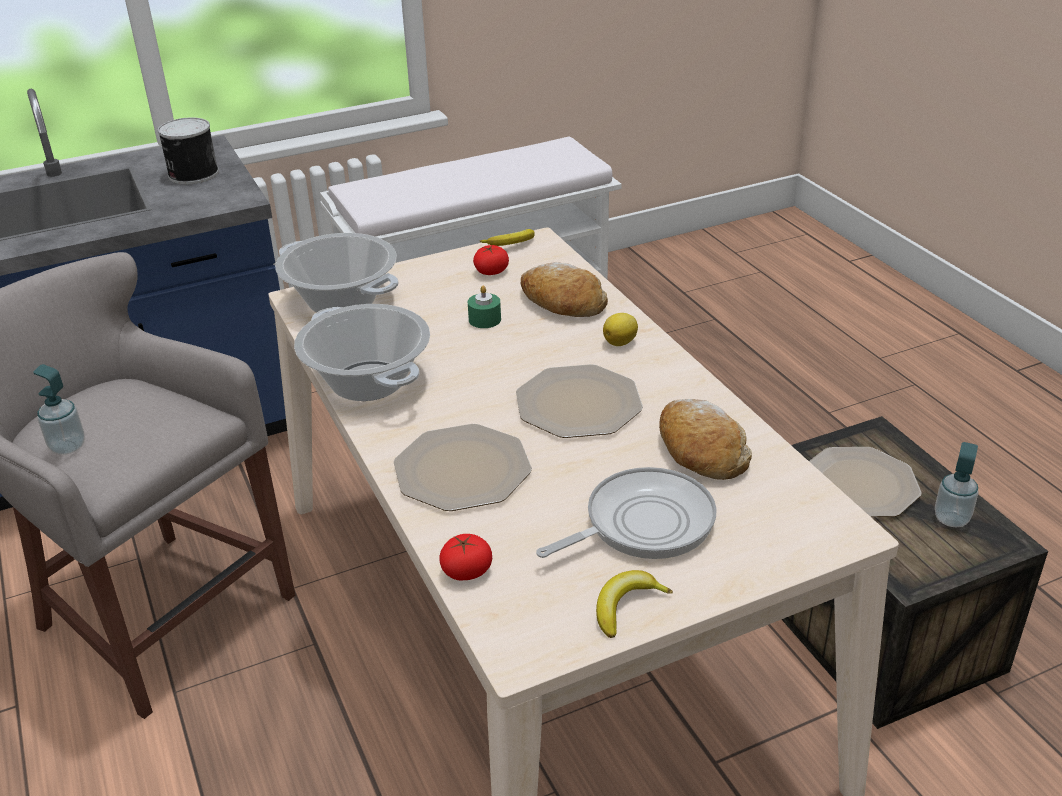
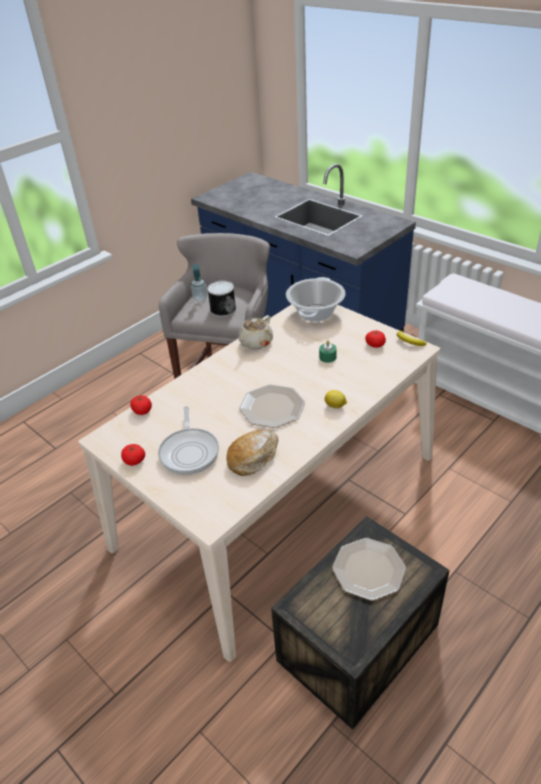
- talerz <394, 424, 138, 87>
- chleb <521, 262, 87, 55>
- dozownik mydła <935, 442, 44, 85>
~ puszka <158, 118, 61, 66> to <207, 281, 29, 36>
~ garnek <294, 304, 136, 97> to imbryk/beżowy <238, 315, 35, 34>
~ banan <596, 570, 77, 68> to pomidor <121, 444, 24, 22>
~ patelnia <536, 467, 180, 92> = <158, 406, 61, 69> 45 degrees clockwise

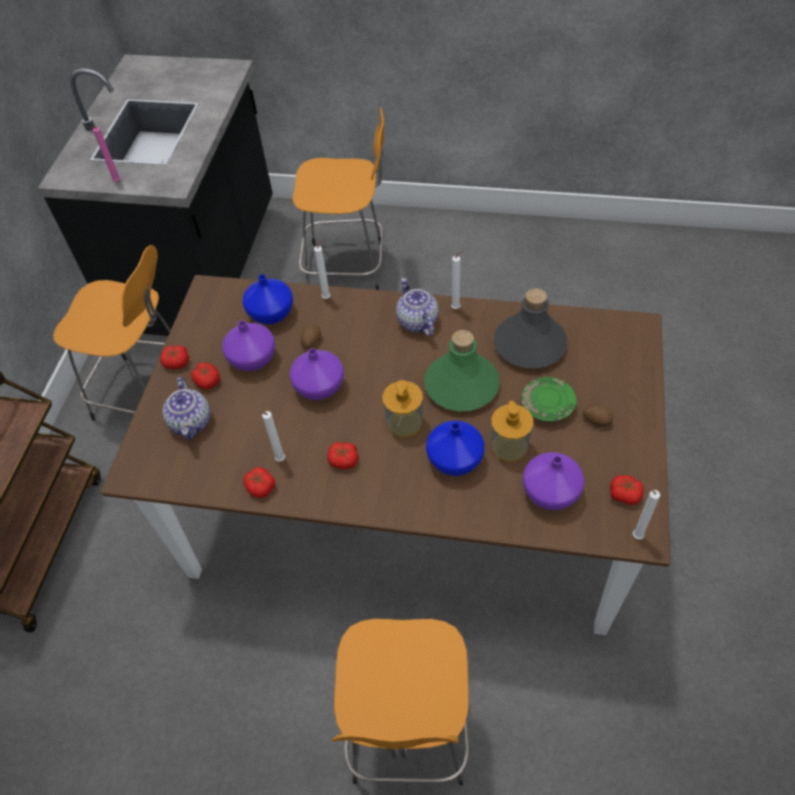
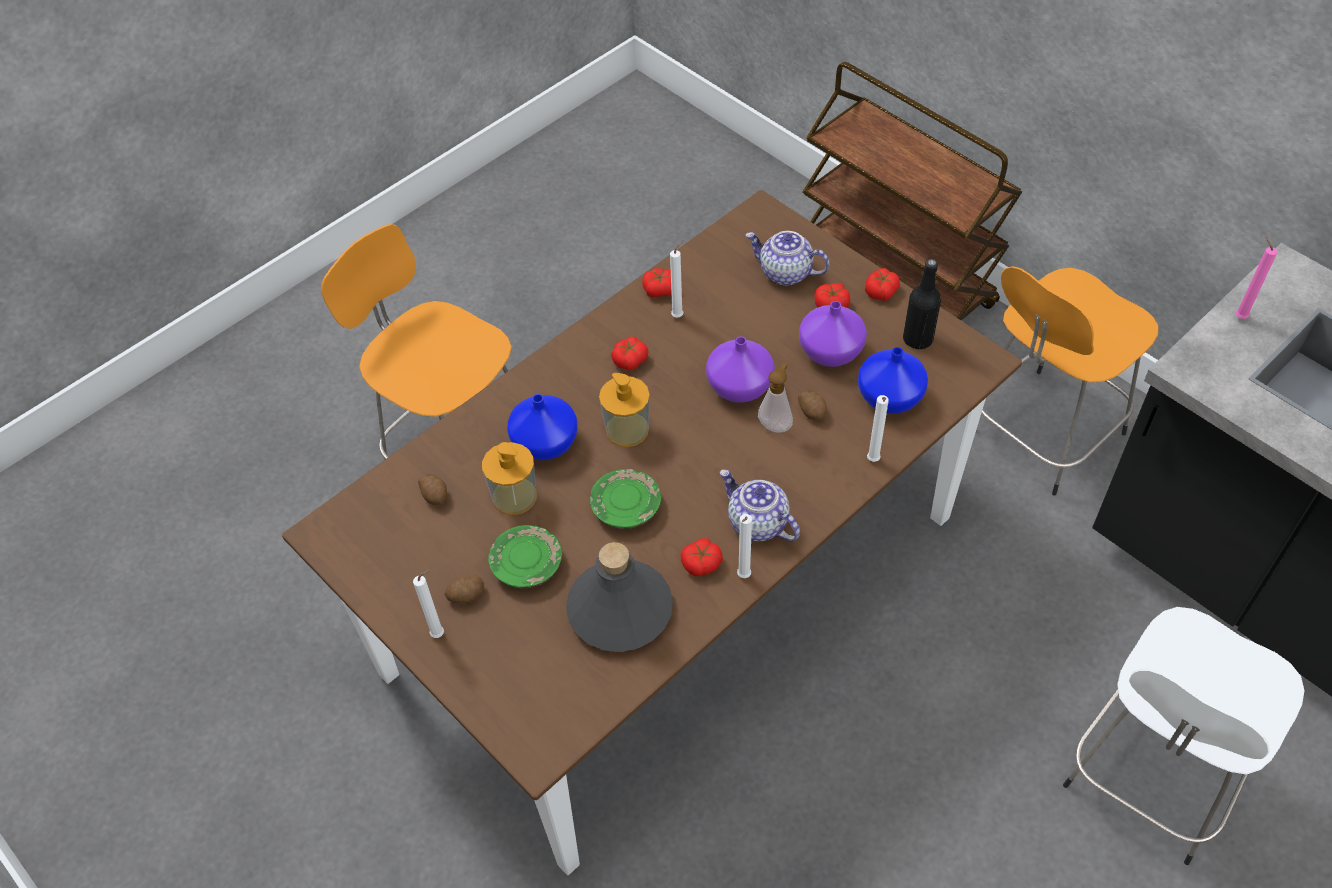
+ dozownik mydła <758, 363, 35, 70>
+ butelka/czarny <903, 259, 38, 90>
~ pomidor <610, 475, 34, 30> to <681, 538, 42, 38>
~ świeca/biały <632, 484, 28, 56> to <413, 570, 31, 68>
~ butelka/zielony <424, 330, 76, 81> to talerz/zielony <590, 469, 71, 60>
~ wazon/fioletowy <523, 452, 61, 58> to ziemniak <418, 474, 29, 31>
~ stołek/pomarańczowy <292, 107, 92, 183> to stołek/biały <1063, 607, 241, 258>
~ imbryk <396, 278, 43, 58> = <720, 469, 80, 72> 150 degrees counterclockwise

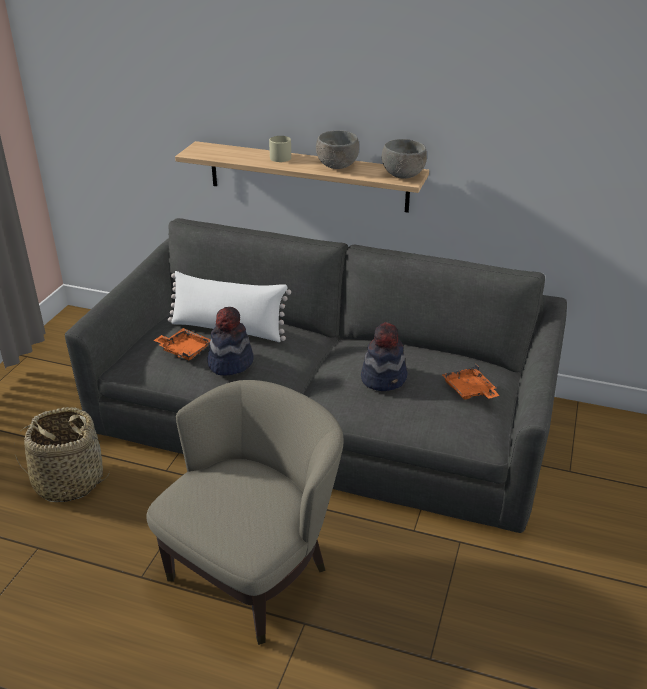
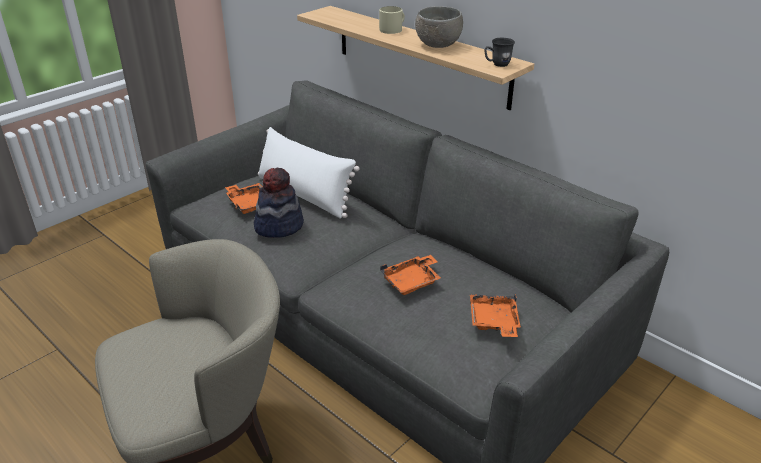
- koszyk <14, 407, 96, 95>
~ kapelusz <361, 322, 47, 69> to taca/pomarańczowy <380, 255, 61, 40>
~ miska/szary <382, 139, 45, 40> to kubek/szary <485, 38, 30, 29>

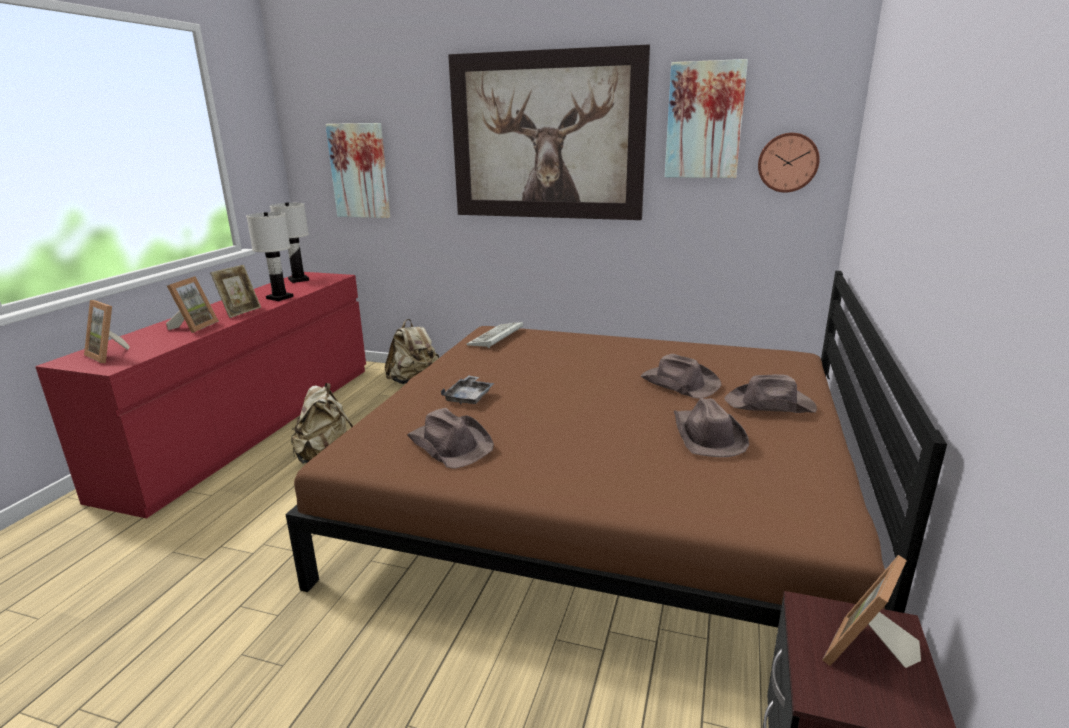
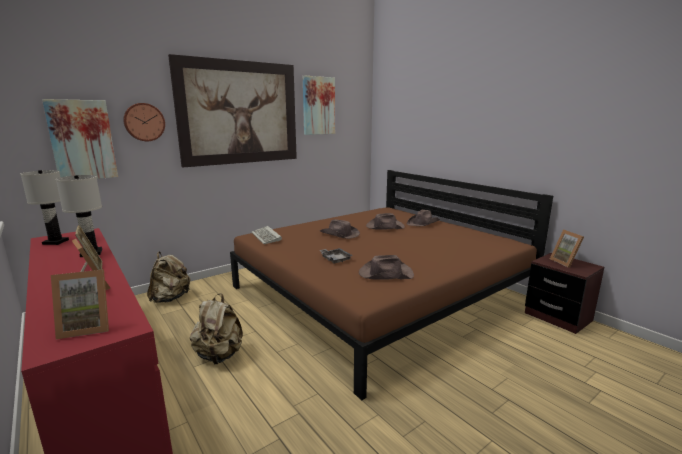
~ kapelusz/brązowy <674, 398, 75, 59> to <320, 219, 40, 20>
~ zegar ścienny <758, 133, 62, 60> to <123, 103, 42, 38>

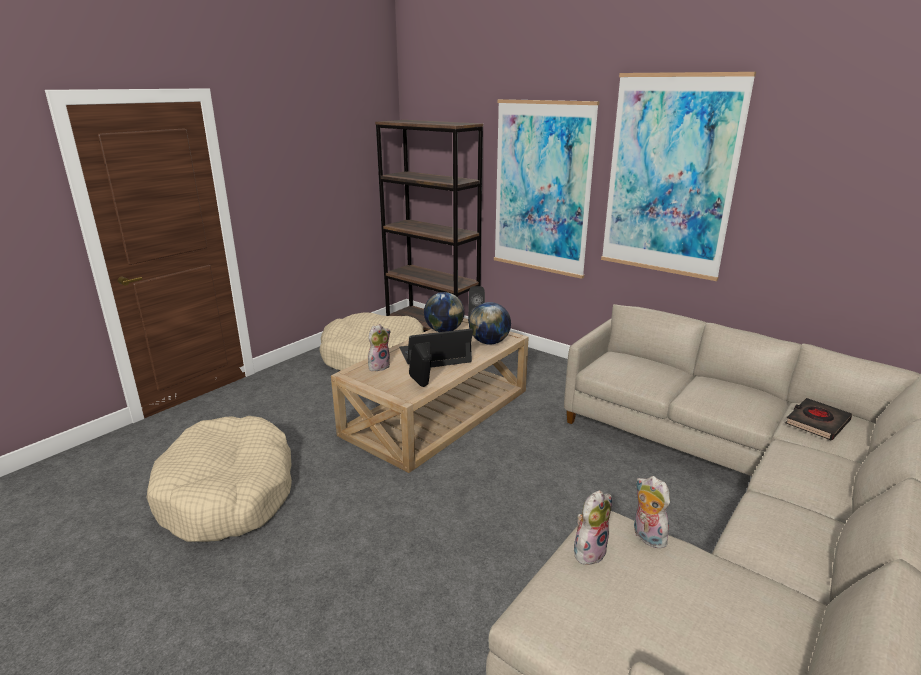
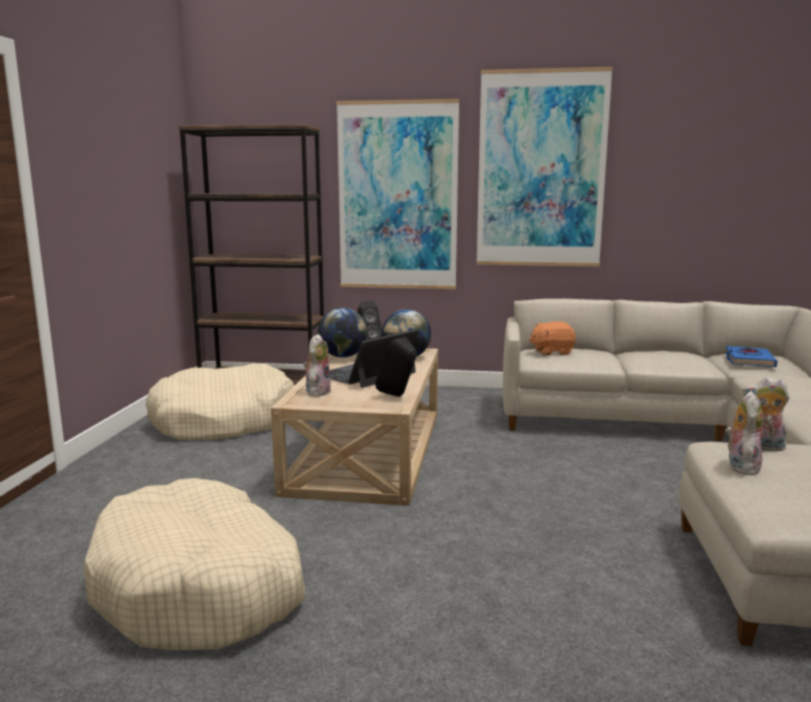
+ pluszak/pomarańczowy <529, 322, 47, 34>
~ książka/czarny <785, 398, 67, 42> to książka/niebieski <725, 346, 53, 21>

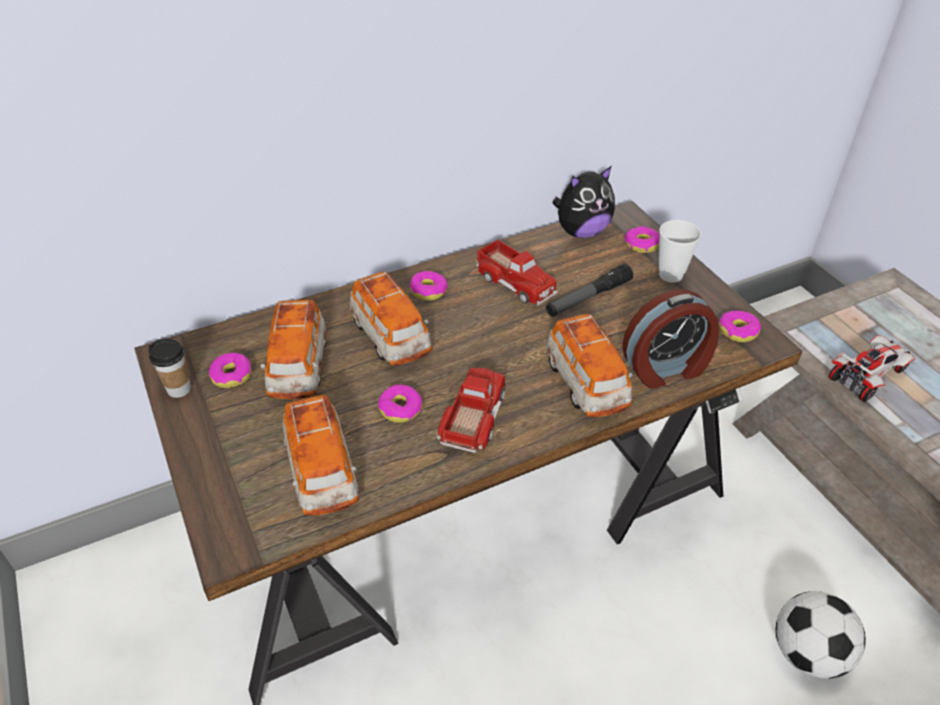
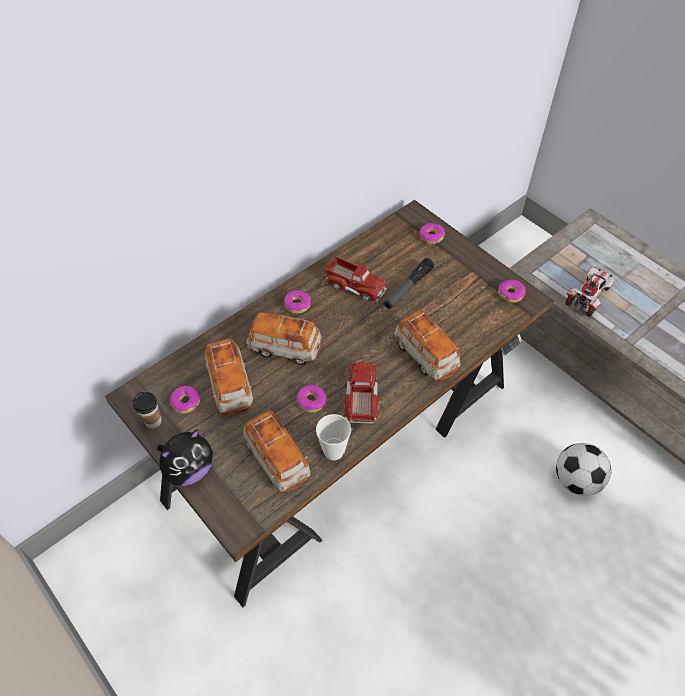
- budzik <622, 289, 97, 100>
~ pluszak <553, 166, 62, 72> to <157, 429, 56, 57>
~ filiżanka <659, 220, 42, 63> to <316, 414, 35, 46>
~ samochodzik <350, 271, 82, 94> = <246, 312, 77, 53> 150 degrees clockwise

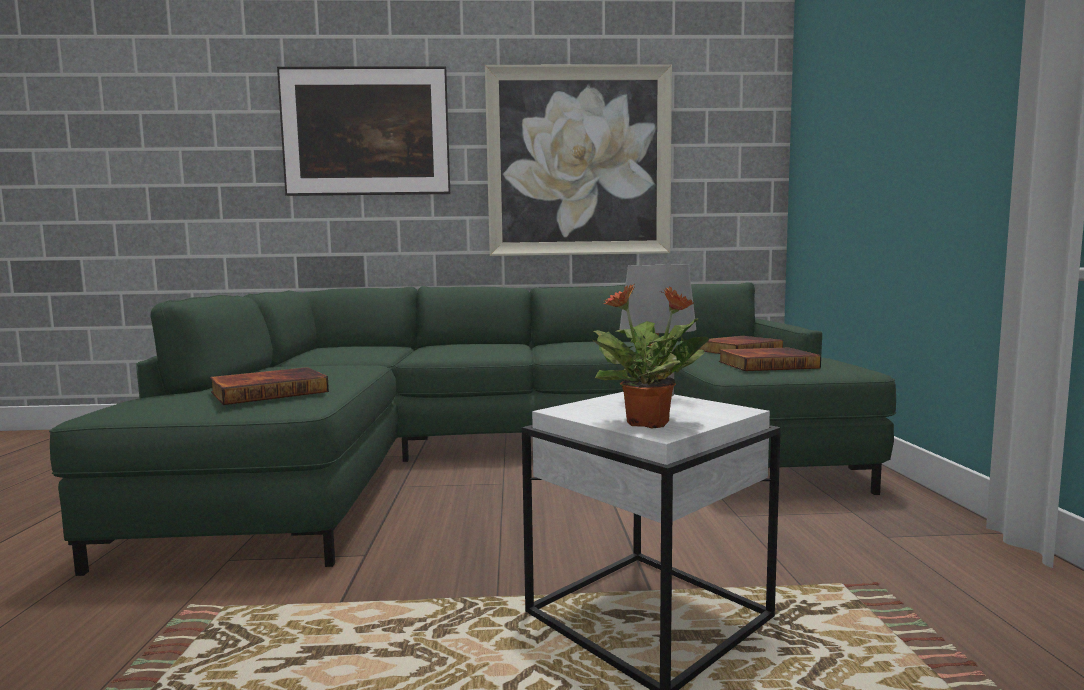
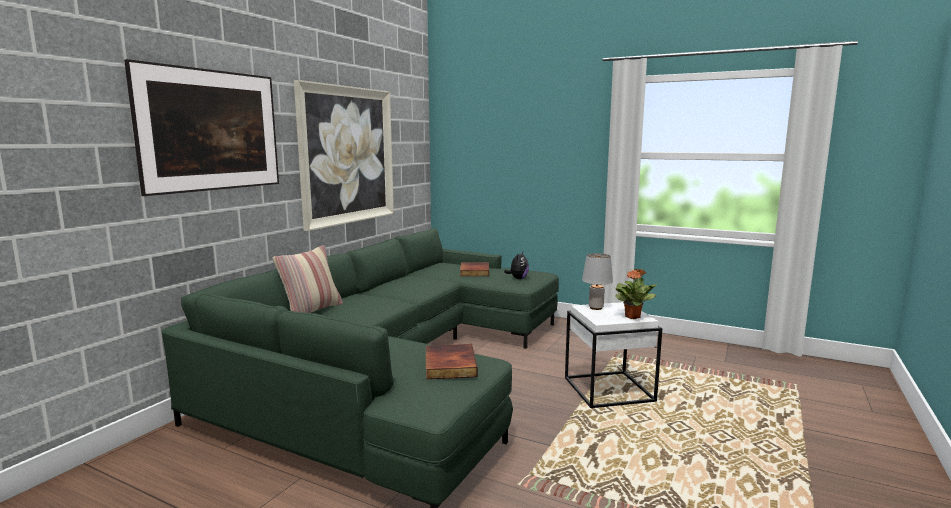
+ poduszka <273, 245, 70, 68>
~ książka <719, 347, 102, 24> to pluszak <504, 252, 25, 27>

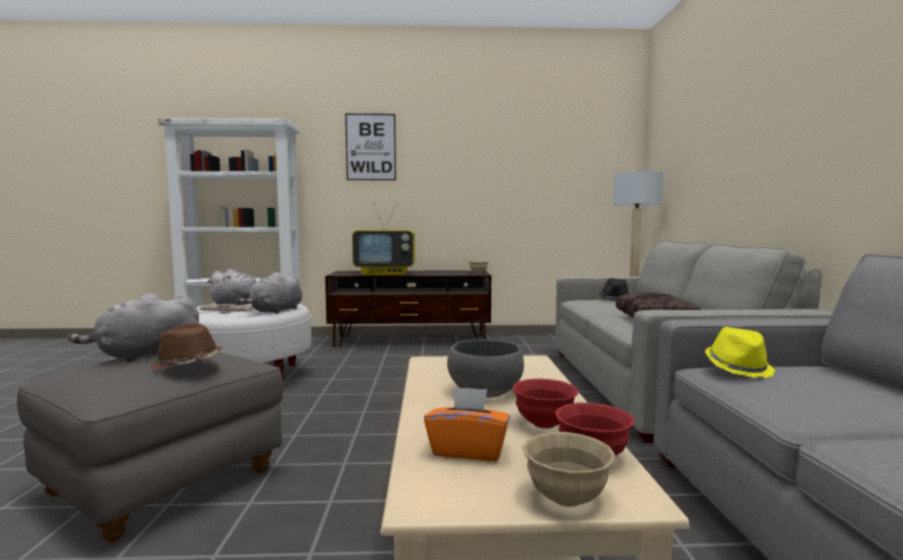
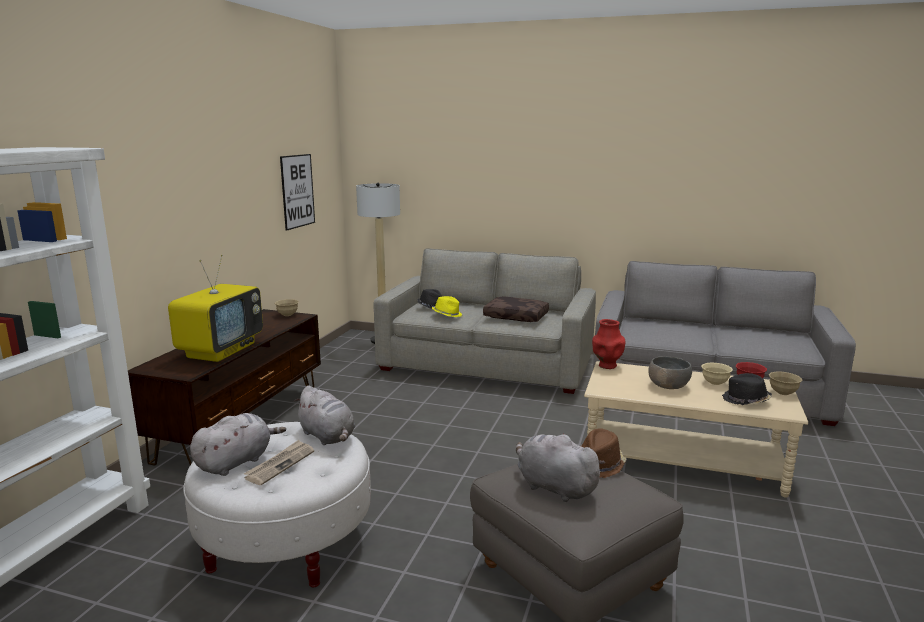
+ wazon/czerwony <592, 319, 33, 50>
~ obraz <345, 114, 51, 66> to <280, 154, 35, 76>
~ kapelusz/żółty <705, 327, 70, 51> to <432, 296, 30, 21>
~ pudełko chusteczek/pomarańczowy <424, 387, 86, 74> to kapelusz/czarny <722, 373, 50, 32>
~ miska/czerwony <512, 379, 66, 50> to miska/beżowy <701, 363, 32, 22>
~ pluszak/szary <68, 293, 131, 69> = <516, 433, 89, 69> 150 degrees clockwise

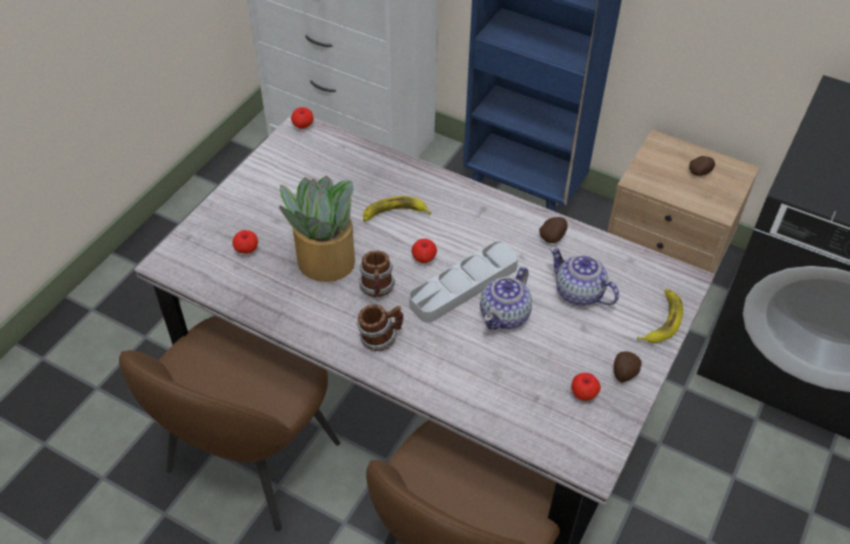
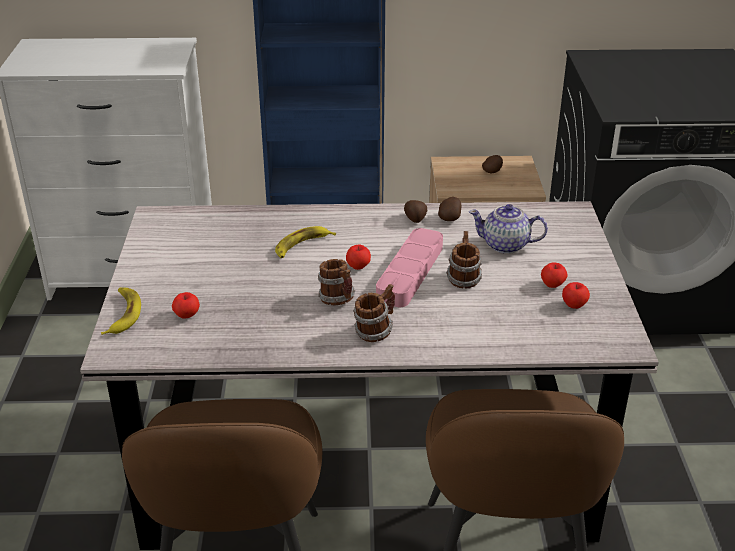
- roślina doniczkowa <279, 176, 76, 106>
~ jabłko <291, 107, 23, 22> to <541, 262, 26, 26>
~ ziemniak <614, 351, 28, 32> to <404, 200, 23, 23>
~ banan <637, 289, 46, 54> to <101, 287, 40, 48>
~ imbryk <480, 267, 52, 63> to kubek <446, 231, 36, 58>
~ taca/szary <410, 241, 108, 82> to taca/różowy <376, 228, 67, 79>

